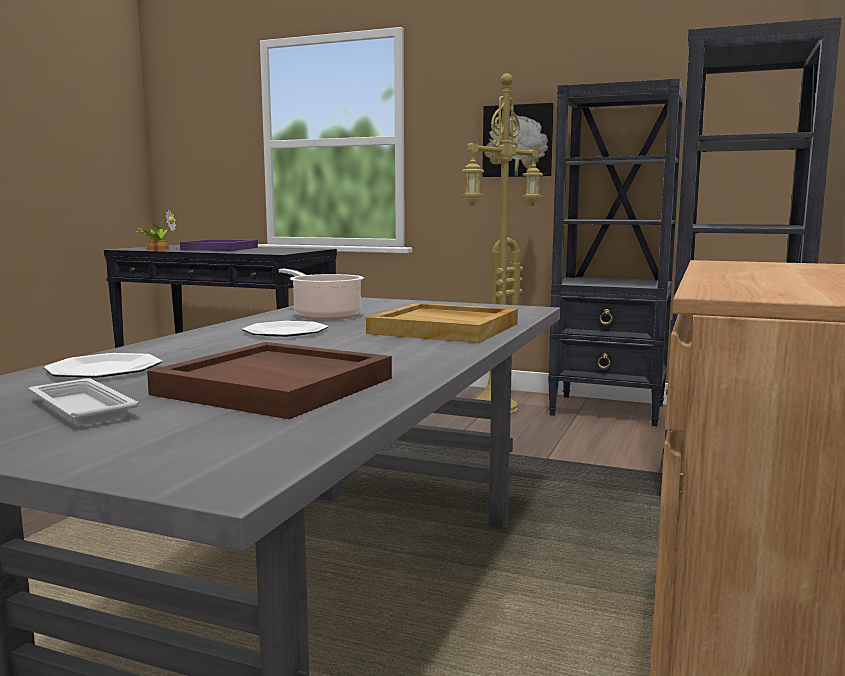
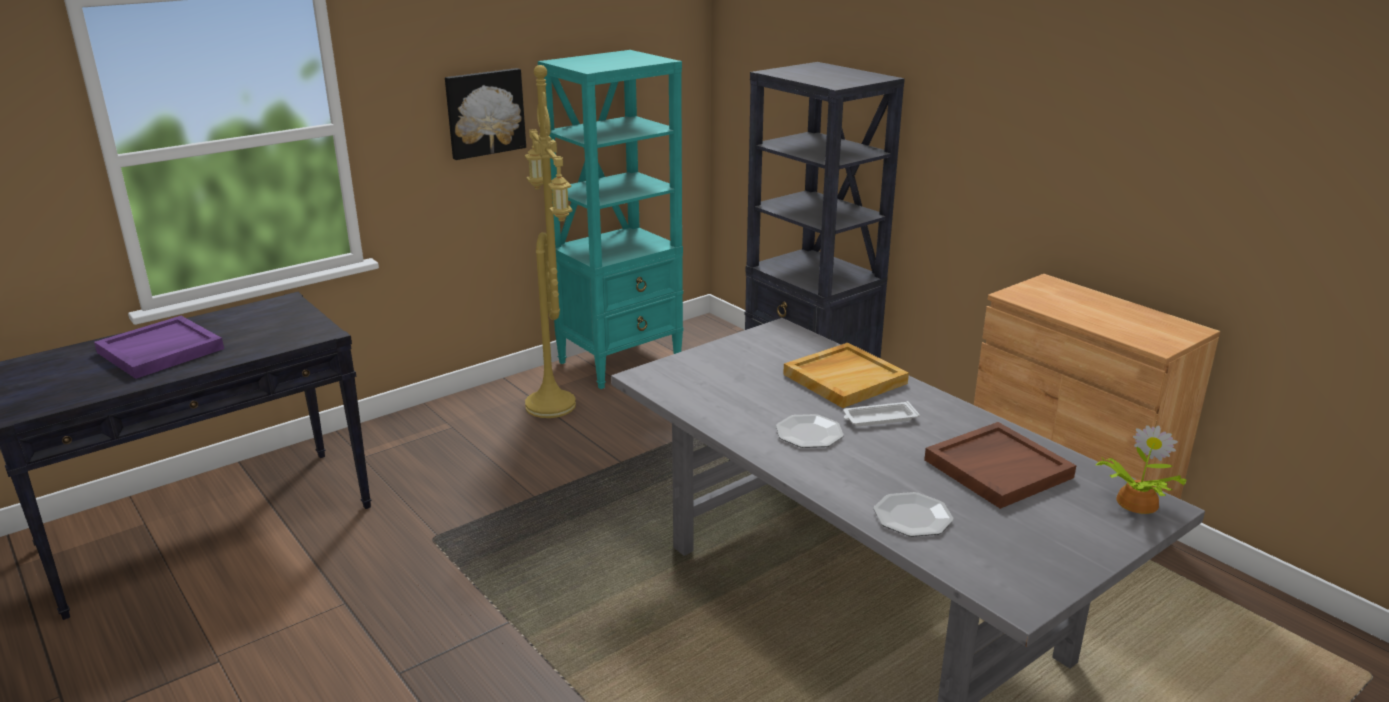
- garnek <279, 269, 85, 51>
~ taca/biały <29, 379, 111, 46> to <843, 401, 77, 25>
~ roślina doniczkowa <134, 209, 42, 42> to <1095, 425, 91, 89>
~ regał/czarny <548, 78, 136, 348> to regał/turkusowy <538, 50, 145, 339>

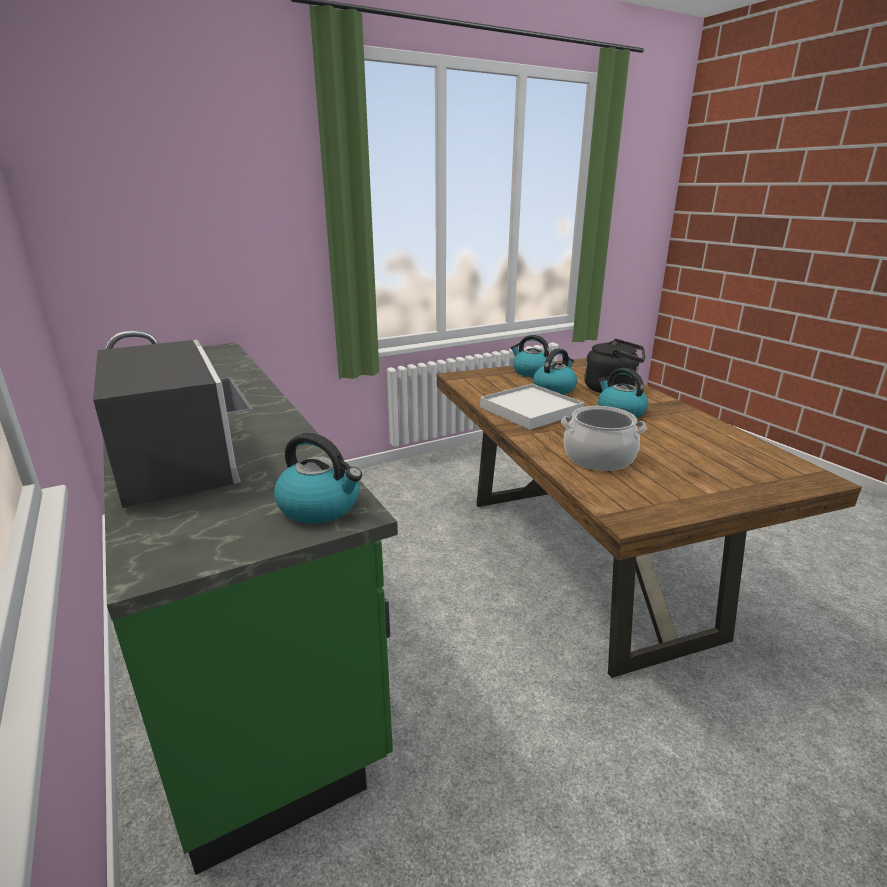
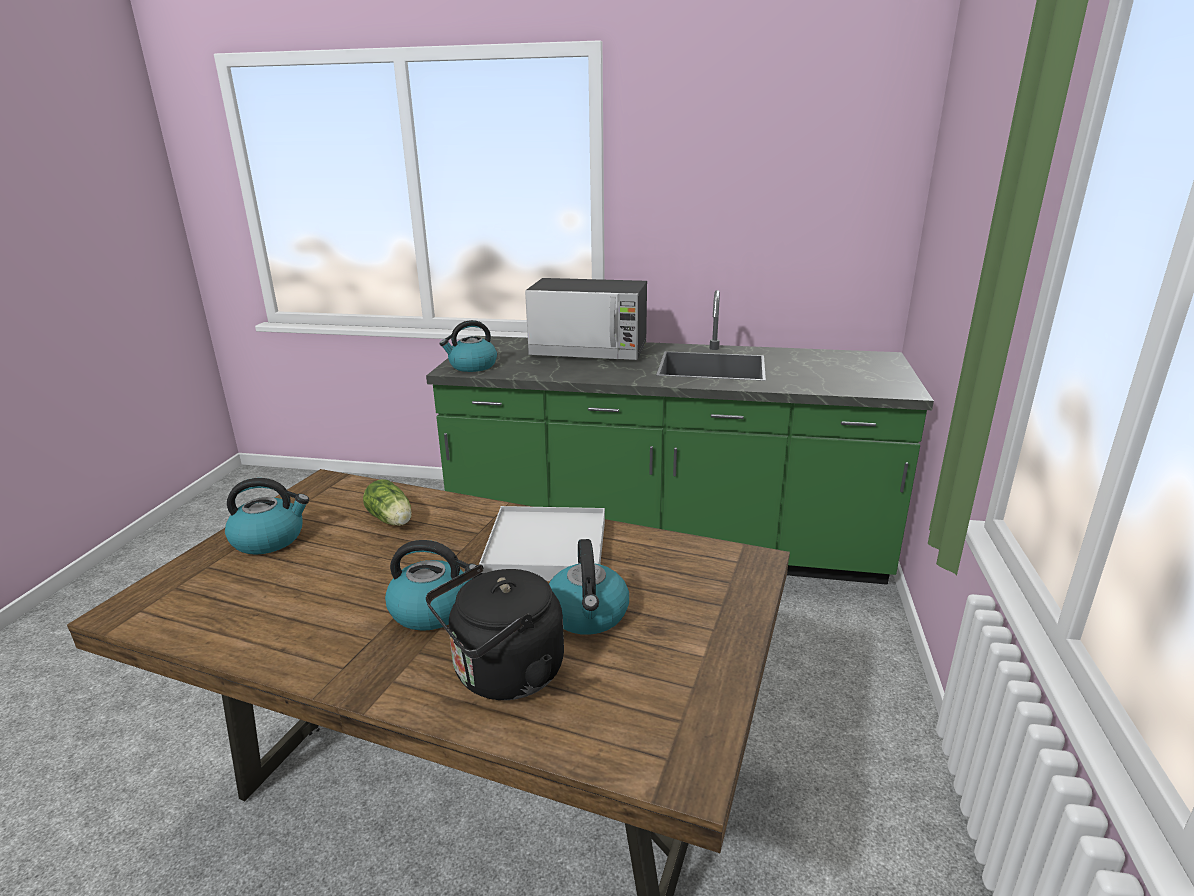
~ czajnik <511, 335, 42, 42> to <225, 478, 84, 77>
~ garnek <561, 406, 86, 65> to sałata <363, 479, 49, 47>

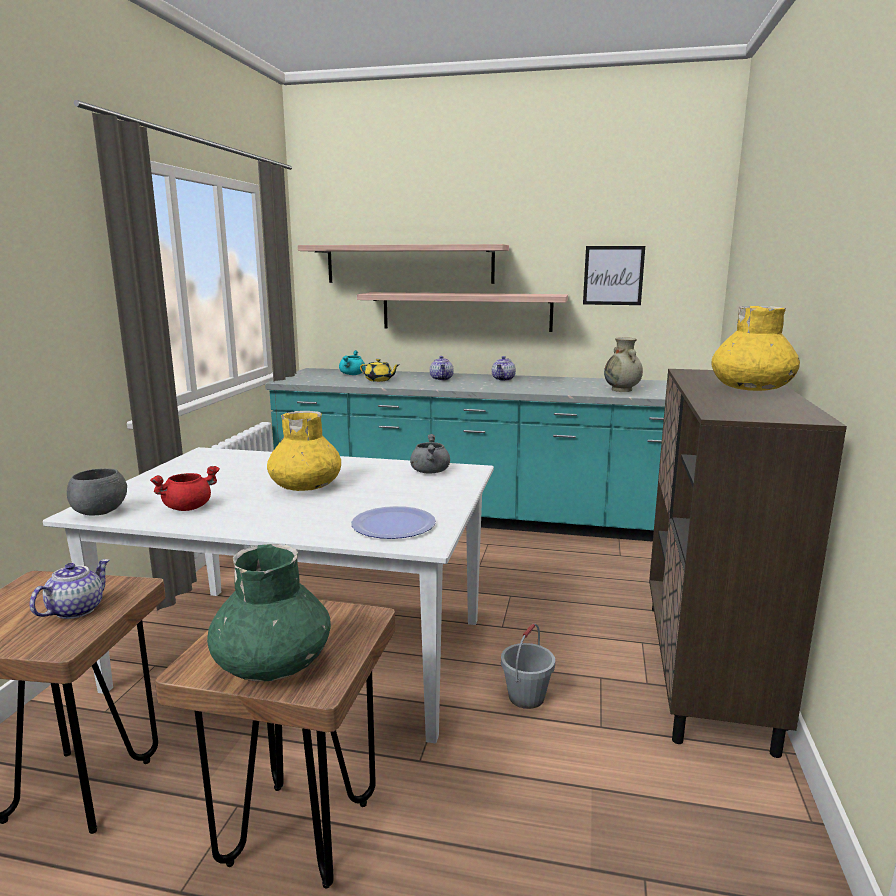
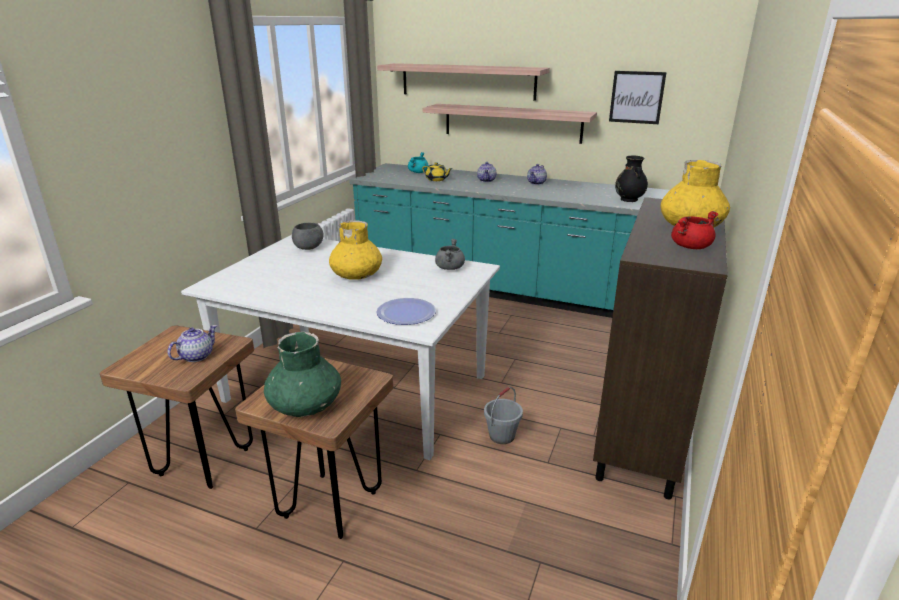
~ miska/szary <67, 468, 60, 48> to <292, 223, 32, 27>
~ garnek/czerwony <150, 466, 70, 45> to <671, 211, 47, 38>
~ wazon/beżowy <604, 337, 39, 55> to wazon/czarny <615, 156, 33, 46>

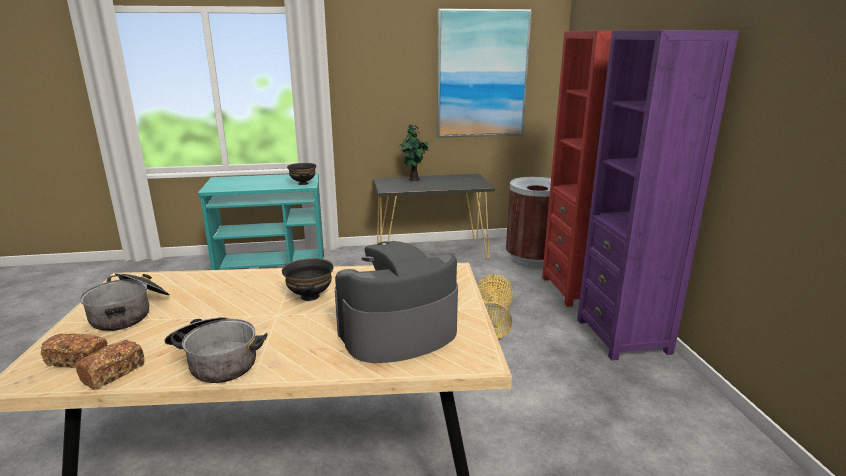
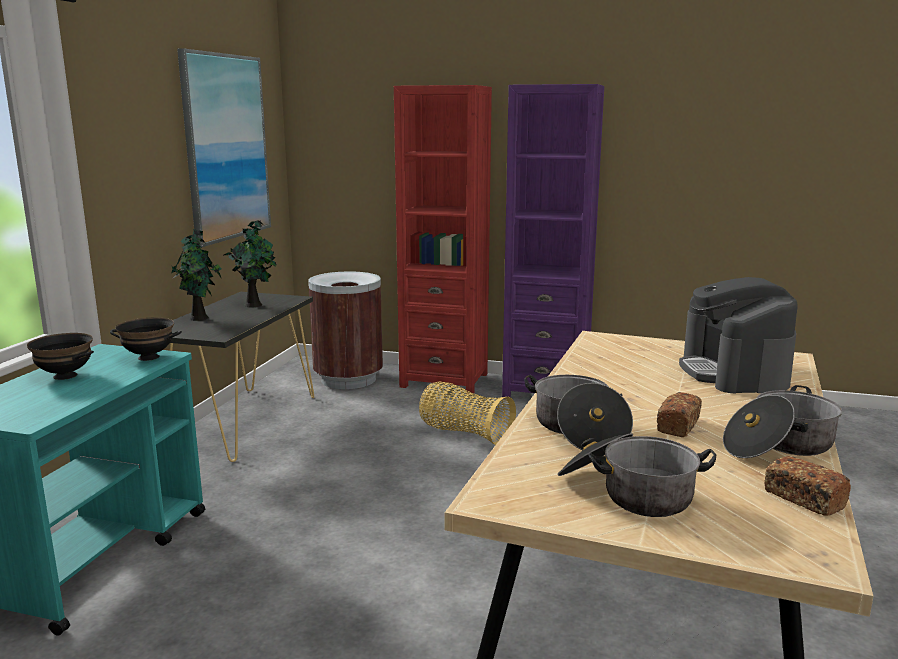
+ roślina doniczkowa <224, 221, 53, 87>
+ garnek <524, 375, 109, 76>
~ chleb <41, 333, 67, 35> to <657, 392, 45, 45>
~ miska/czarny <282, 258, 52, 43> to <27, 333, 67, 47>

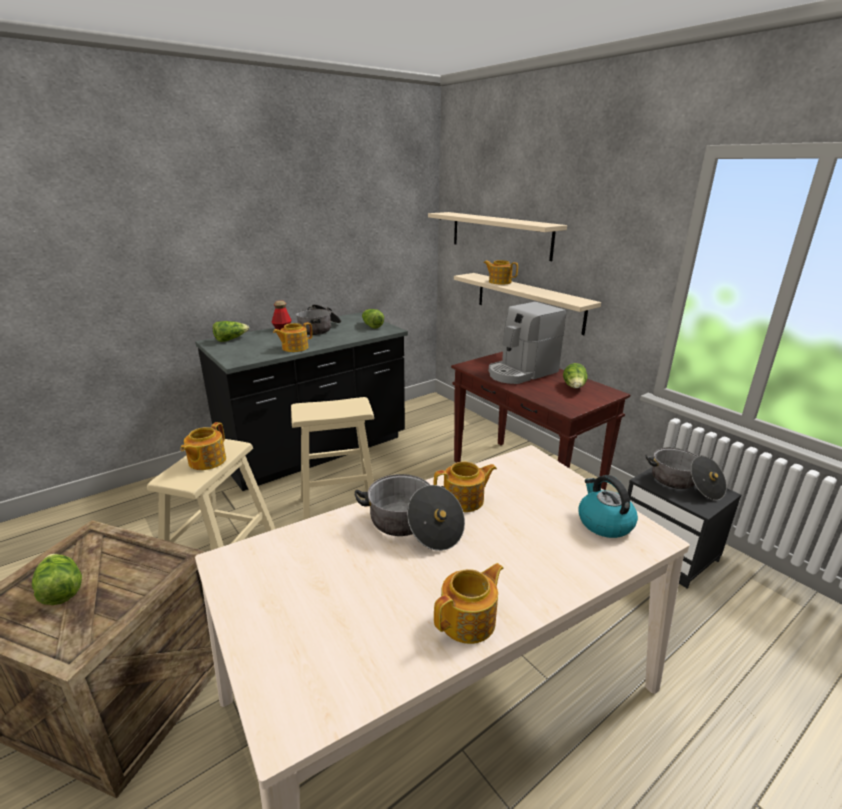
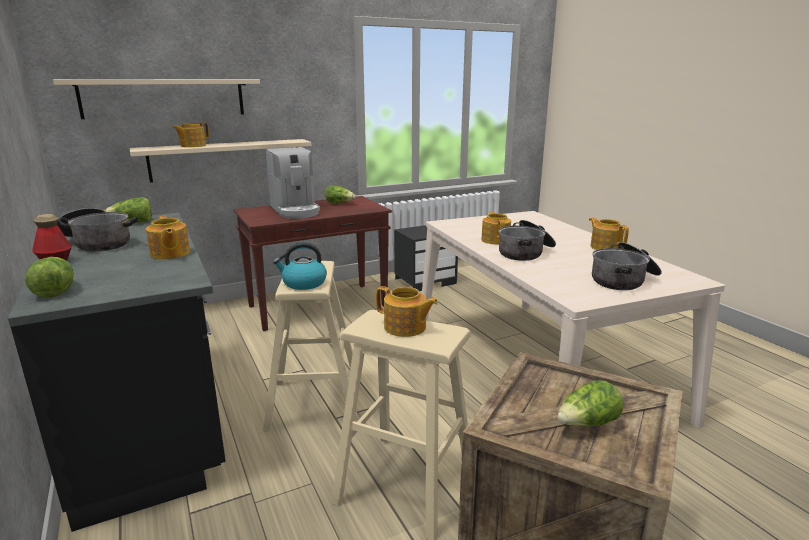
~ czajnik <579, 475, 59, 63> to <273, 242, 54, 48>
~ garnek <646, 448, 81, 52> to <592, 242, 70, 48>

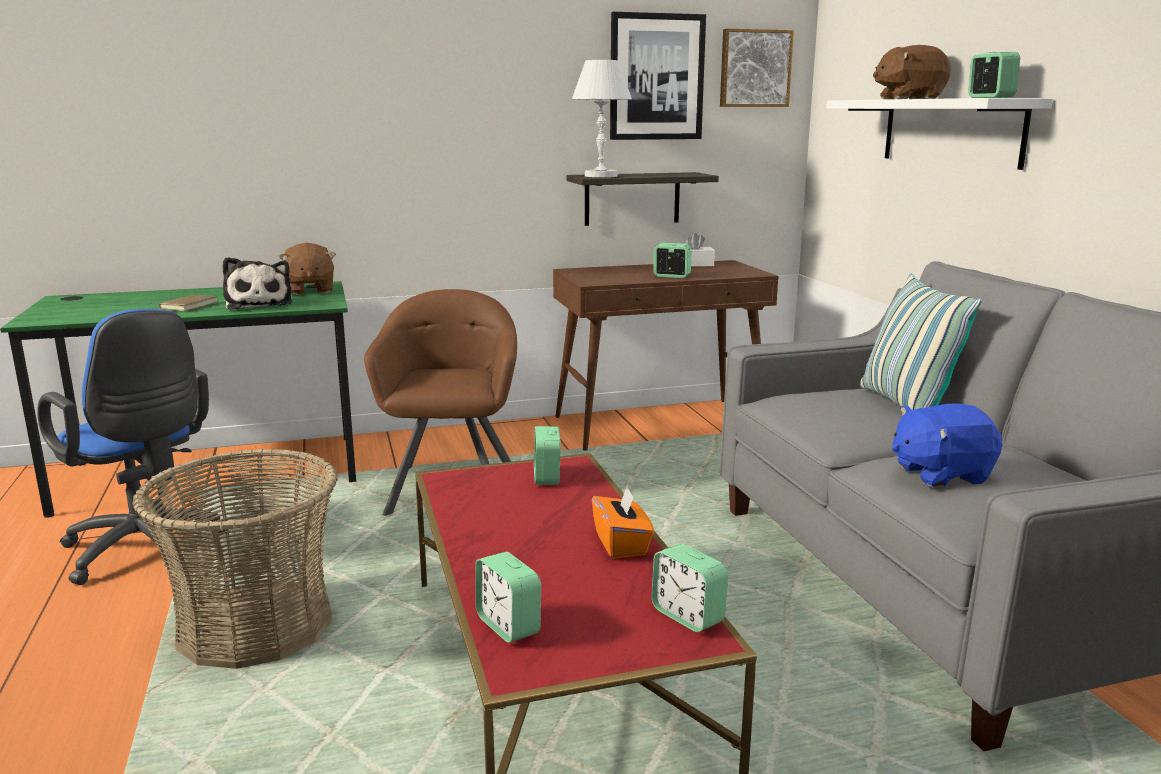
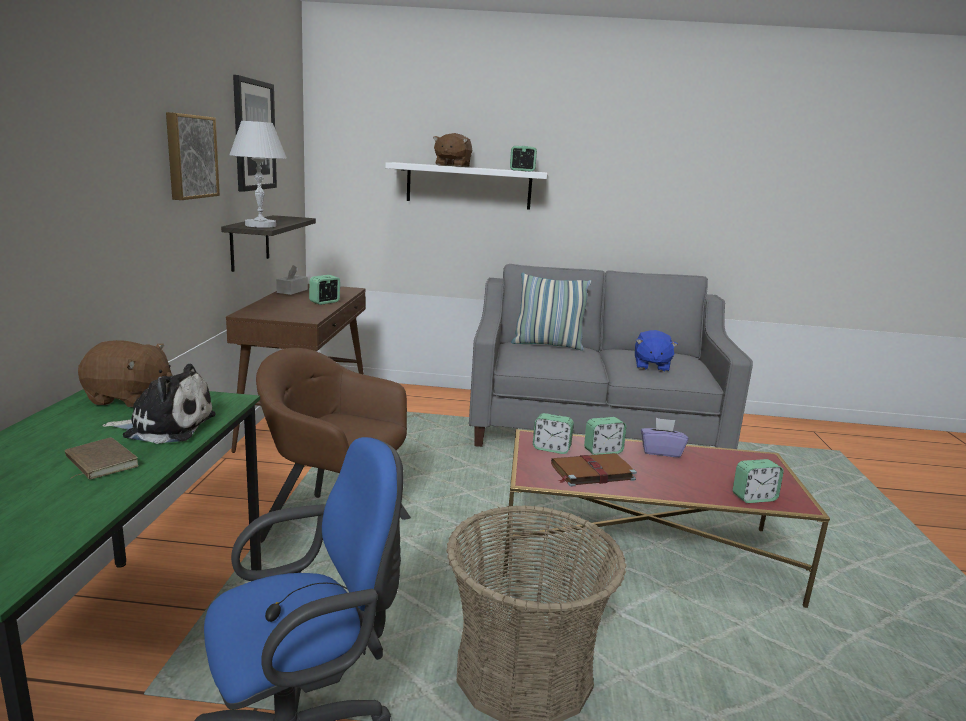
+ książka/brązowy <551, 453, 86, 34>
~ budzik <651, 544, 77, 88> to <584, 417, 42, 38>
~ obraz <720, 29, 74, 78> to <166, 112, 54, 88>
~ pudełko chusteczek/pomarańczowy <592, 486, 62, 73> to pudełko chusteczek/fioletowy <641, 418, 47, 39>

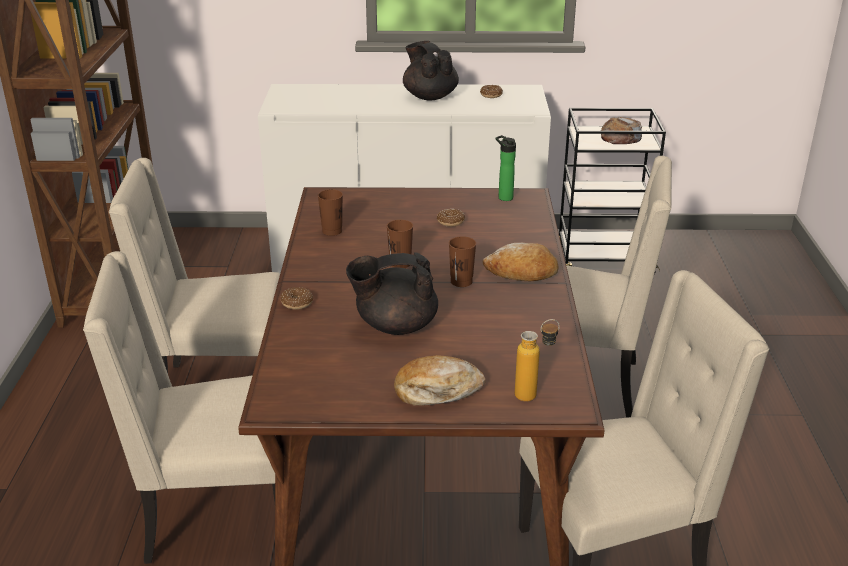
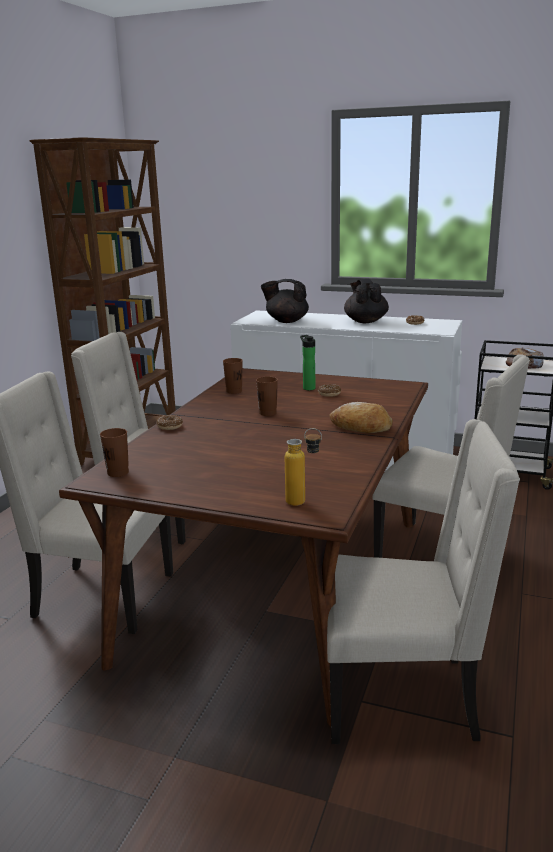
- chleb <394, 355, 92, 51>
~ imbryk/czarny <346, 252, 92, 83> to <261, 279, 48, 44>
~ filiżanka/brązowy <449, 236, 27, 51> to <100, 428, 29, 49>
~ butelka <496, 135, 20, 66> to <300, 335, 15, 55>

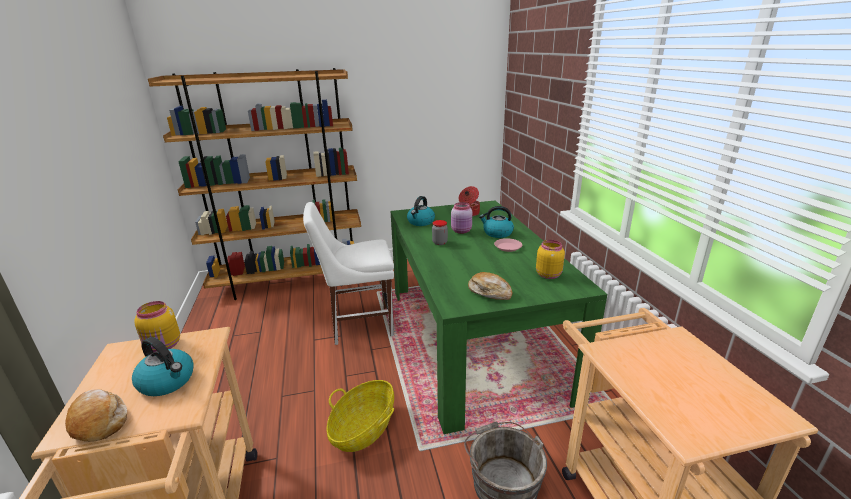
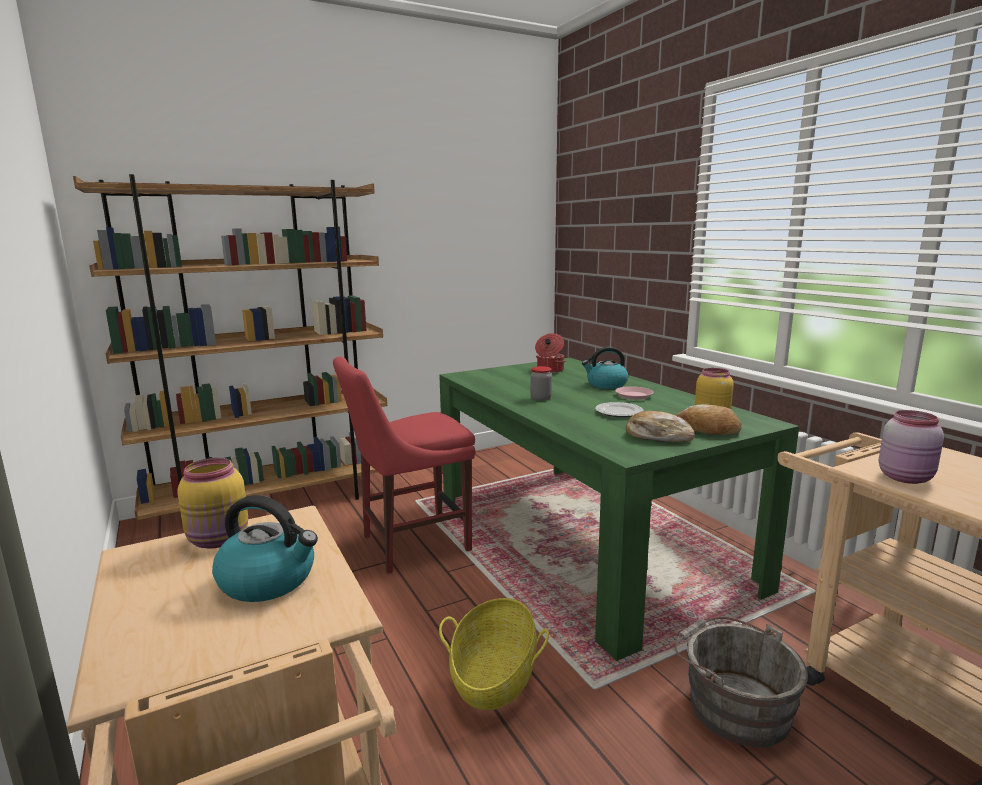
- czajnik <407, 196, 28, 30>
+ talerz <595, 402, 48, 16>
~ chleb <65, 389, 62, 53> to <676, 404, 66, 31>
~ słoik/różowy <451, 202, 21, 32> to <879, 410, 65, 74>
~ krzesło/biały <303, 202, 91, 143> to krzesło/czerwony <333, 356, 142, 218>

